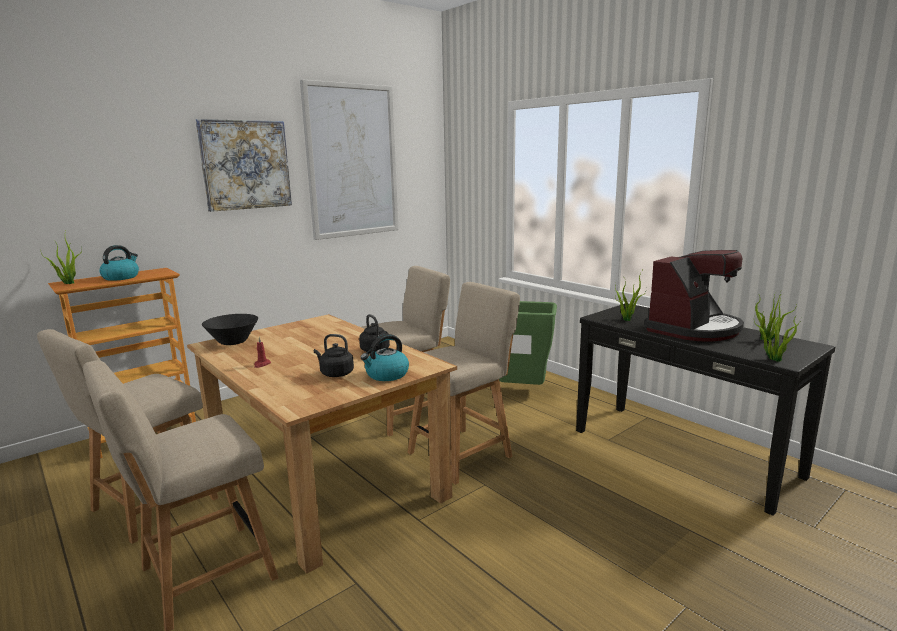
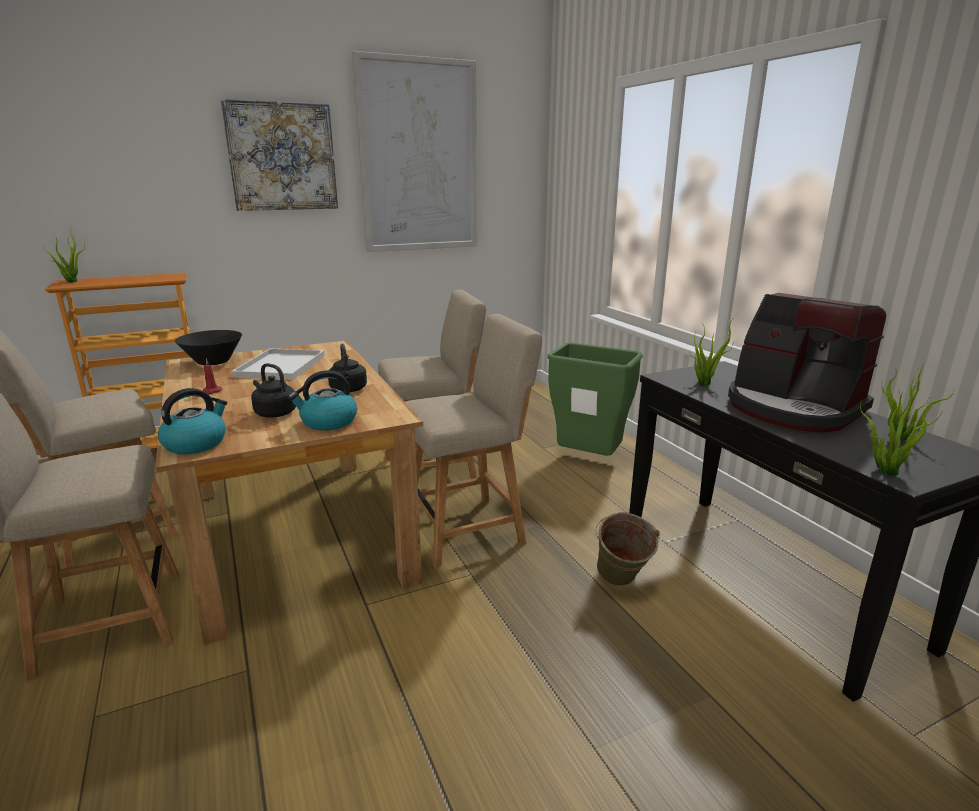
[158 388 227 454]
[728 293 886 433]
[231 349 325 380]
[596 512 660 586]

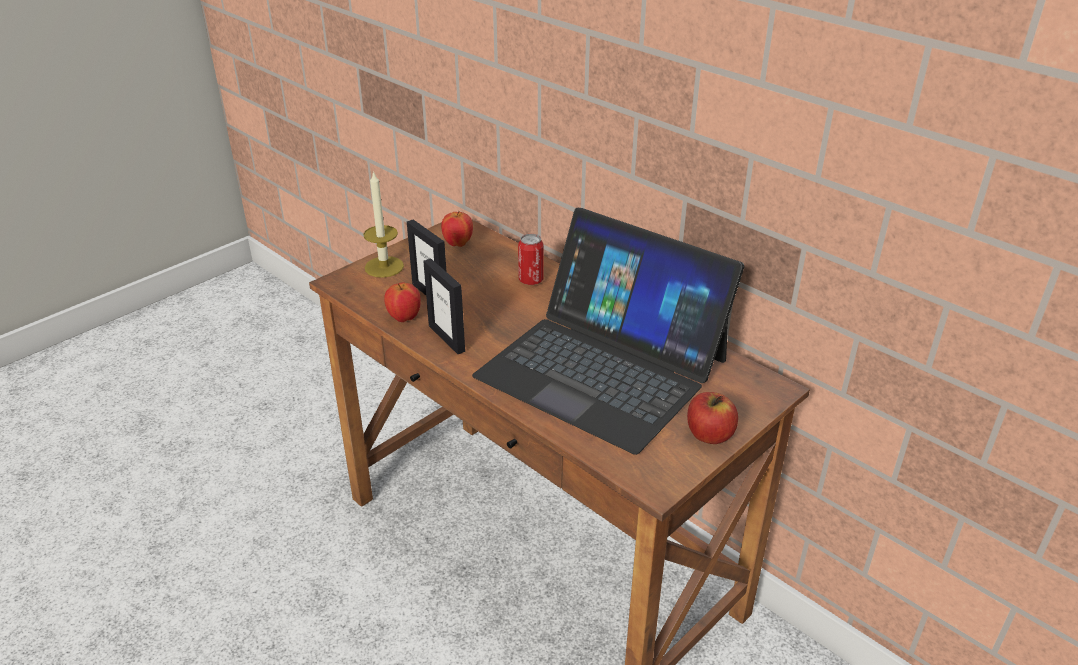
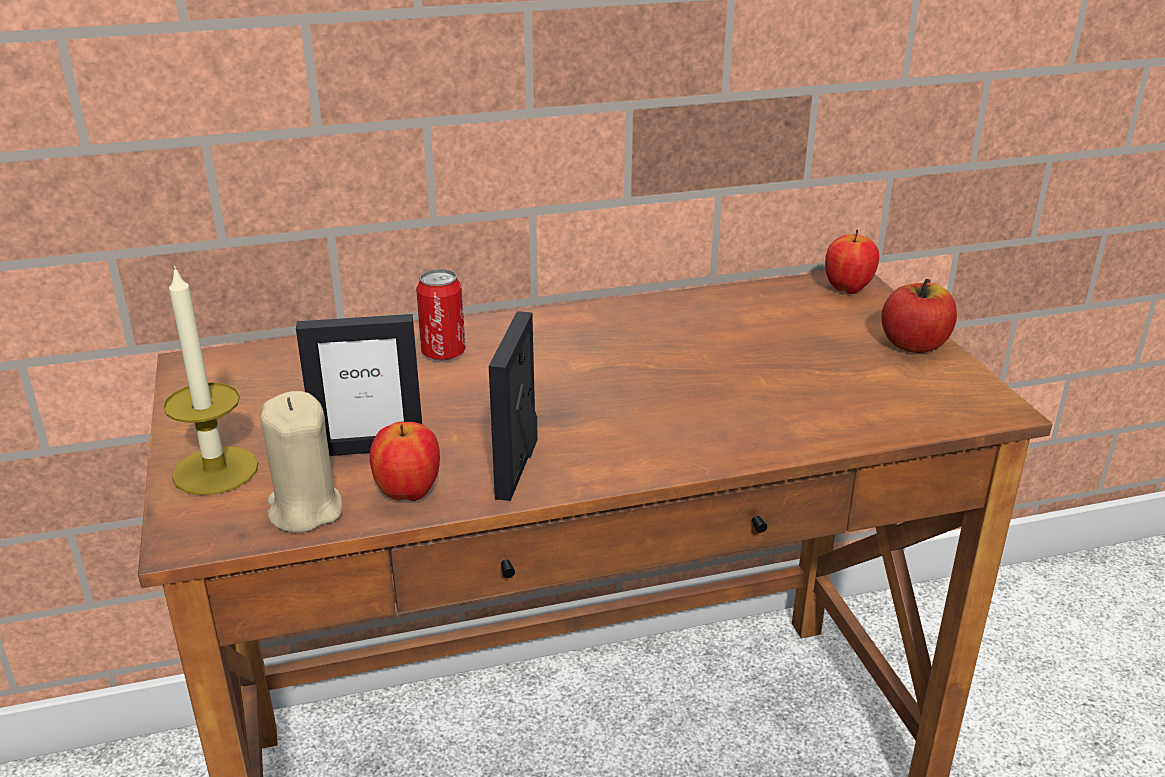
[472 208 744 455] (first image)
[825 230 879 294]
[489 311 537 501]
[260 391 342 532]

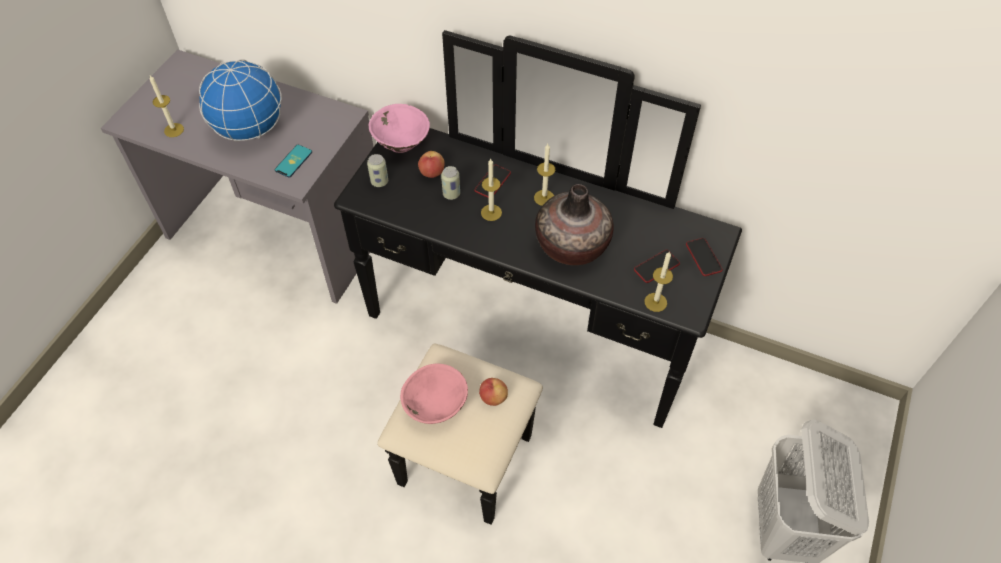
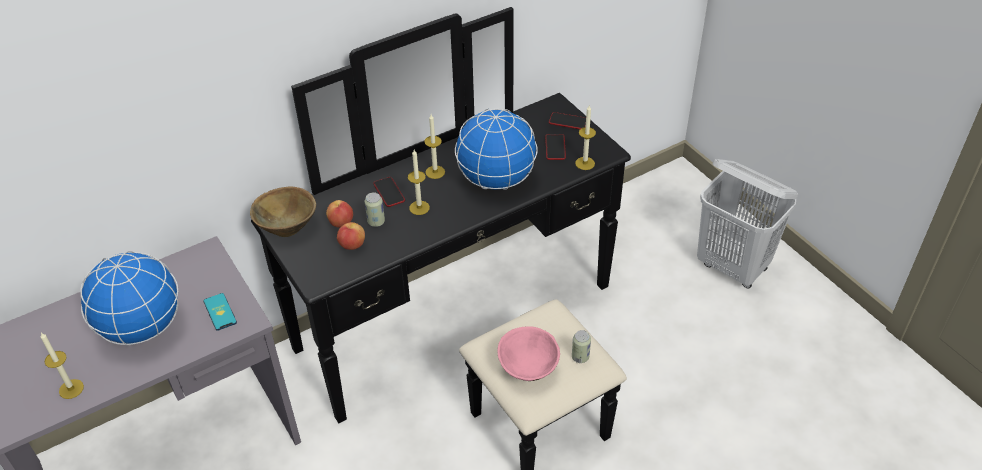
[250 186 316 237]
[572 330 591 363]
[455 109 538 190]
[337 222 365 250]

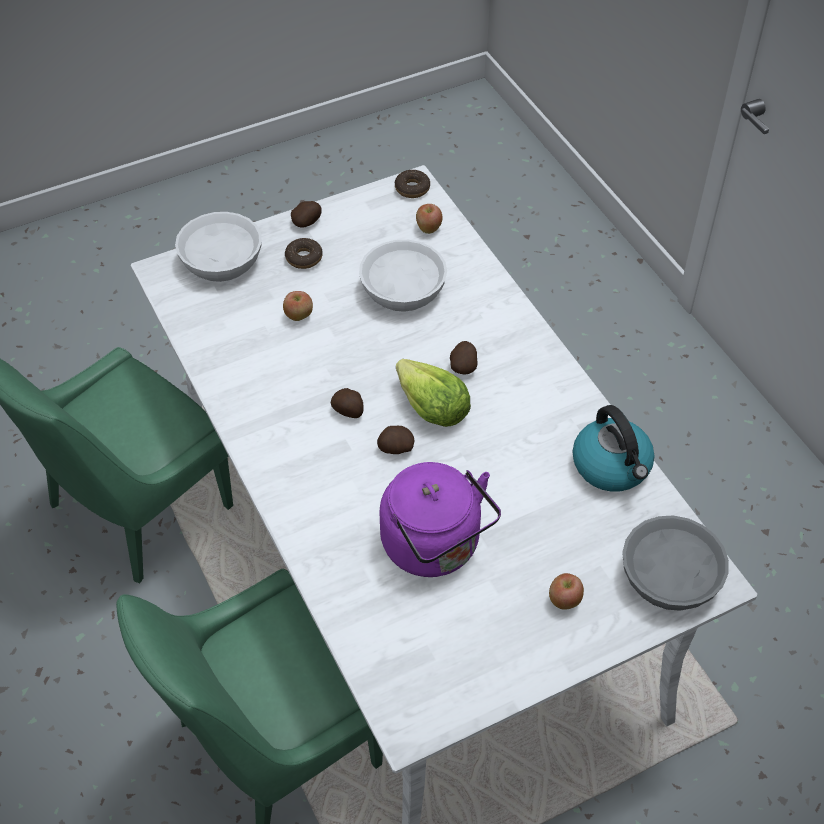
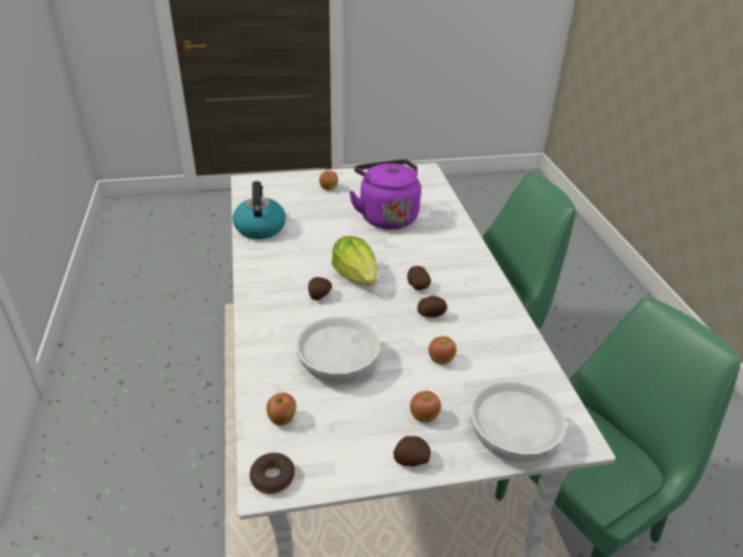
[410 391 441 423]
[417 296 447 317]
[622 516 729 611] (first image)

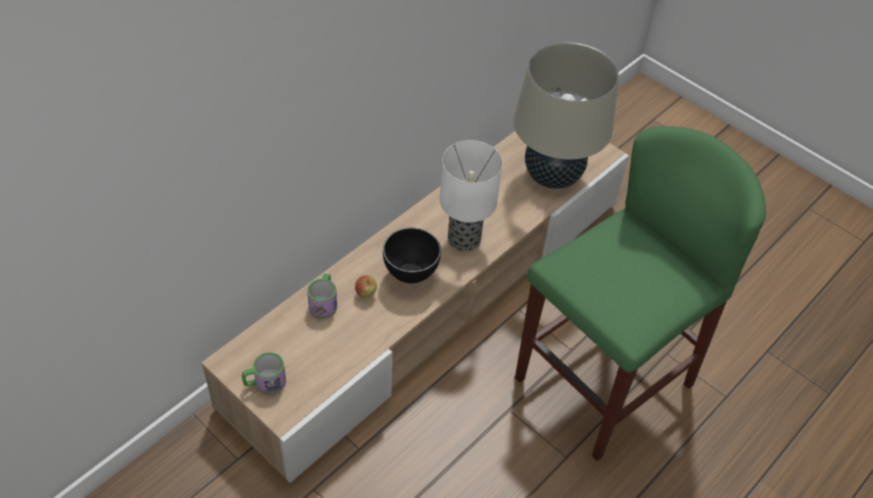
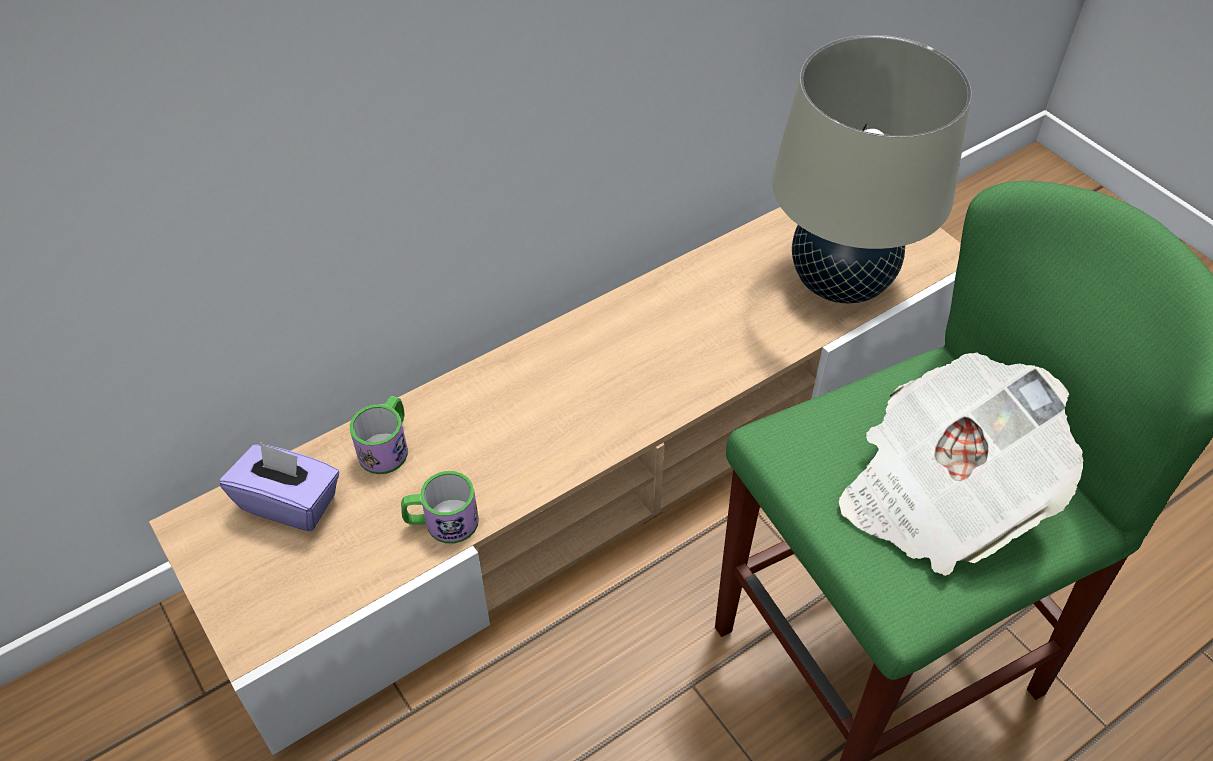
[440 140 503 251] (first image)
[383 228 441 283] (first image)
[355 275 377 298] (first image)
[401 471 479 544]
[839 352 1083 576]
[220 442 339 531]

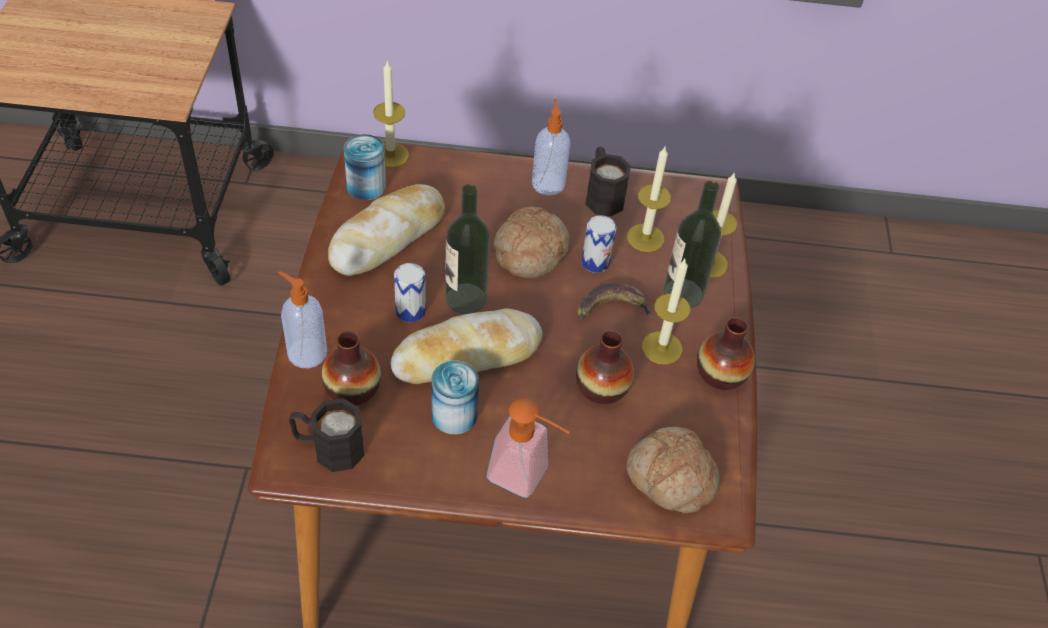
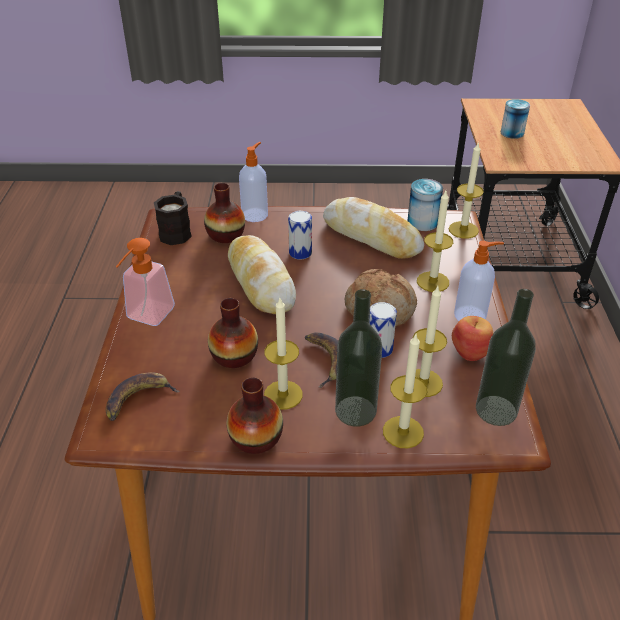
[452 316 493 361]
[476 289 536 426]
[501 99 530 139]
[106 372 180 421]
[417 191 453 292]

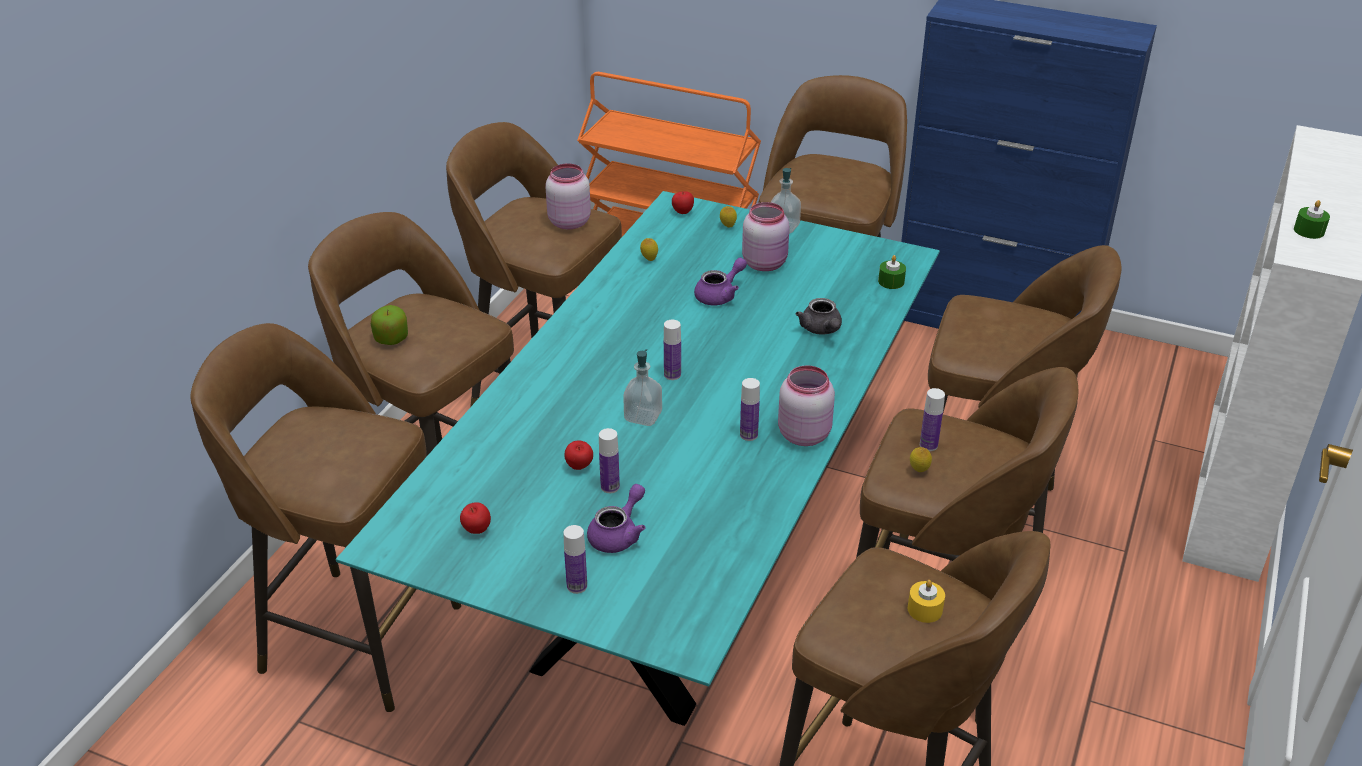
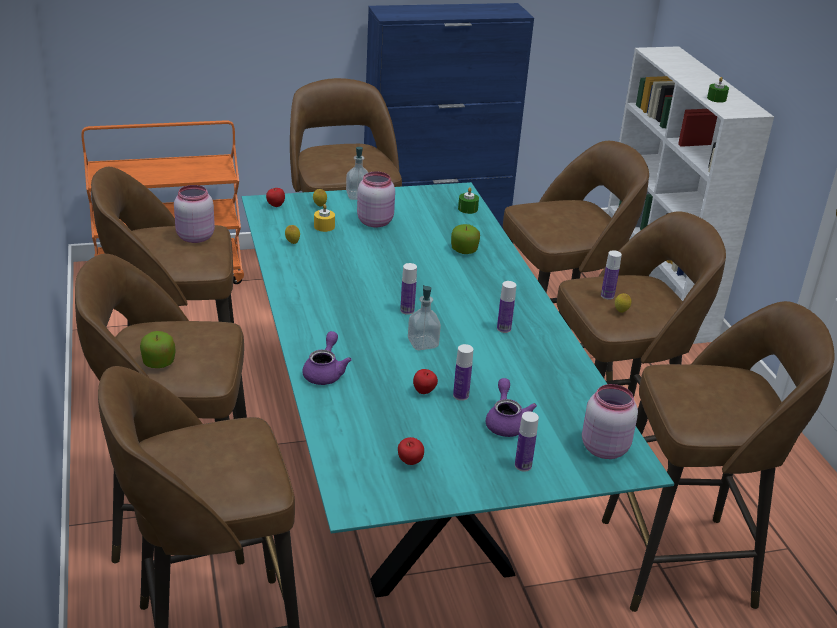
[302 331 352 385]
[451 224 480 254]
[582 384 638 459]
[314 204 335 232]

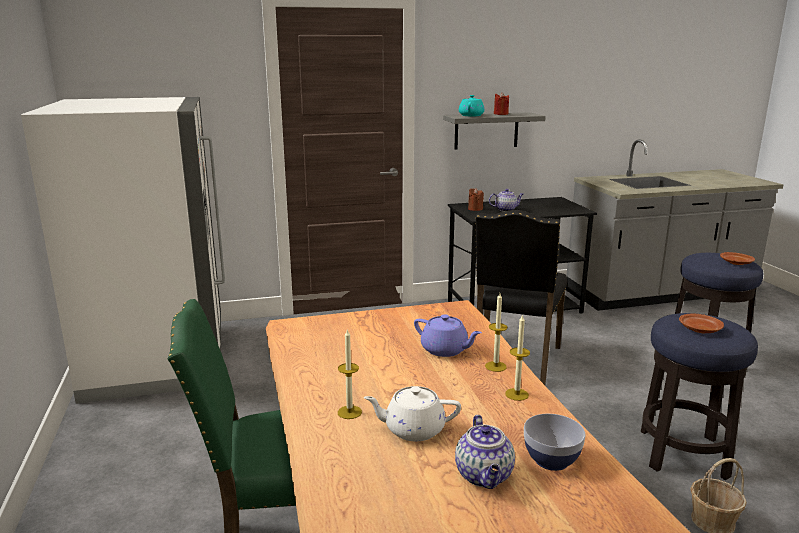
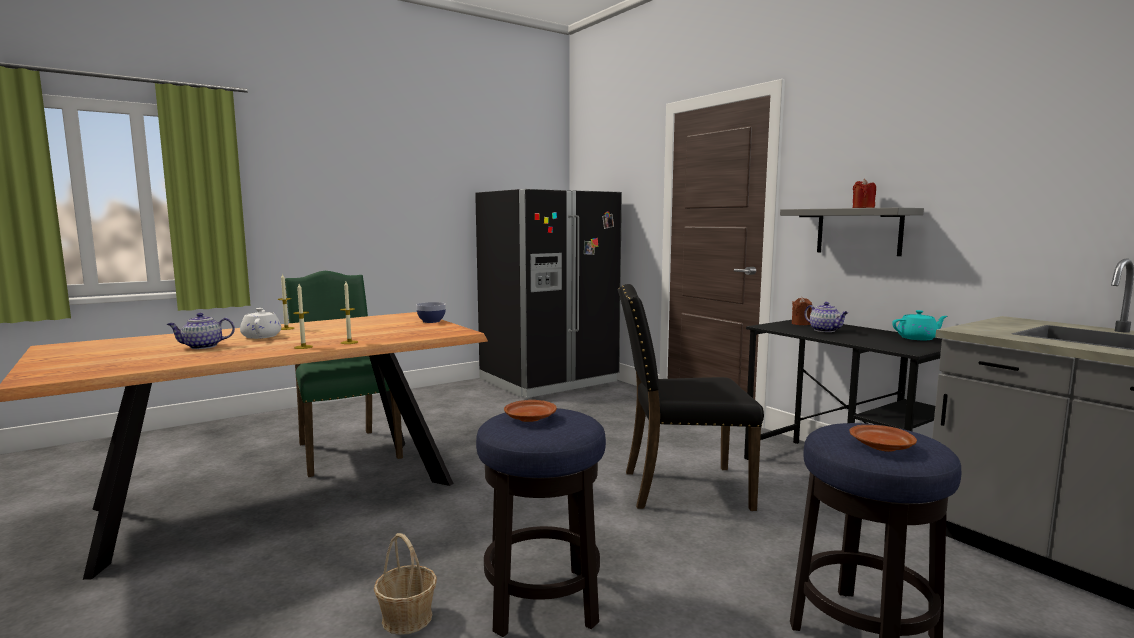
[892 310 947 340]
[475 189 622 398]
[414 314 482 357] (first image)
[416 302 446 323]

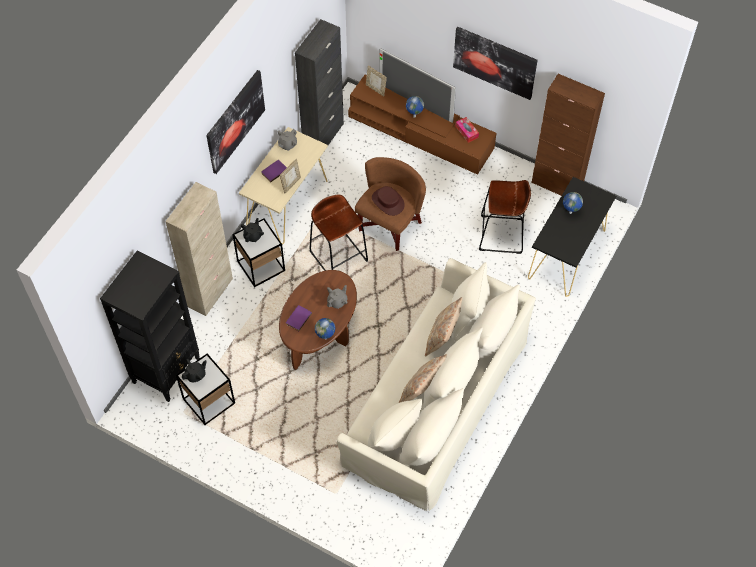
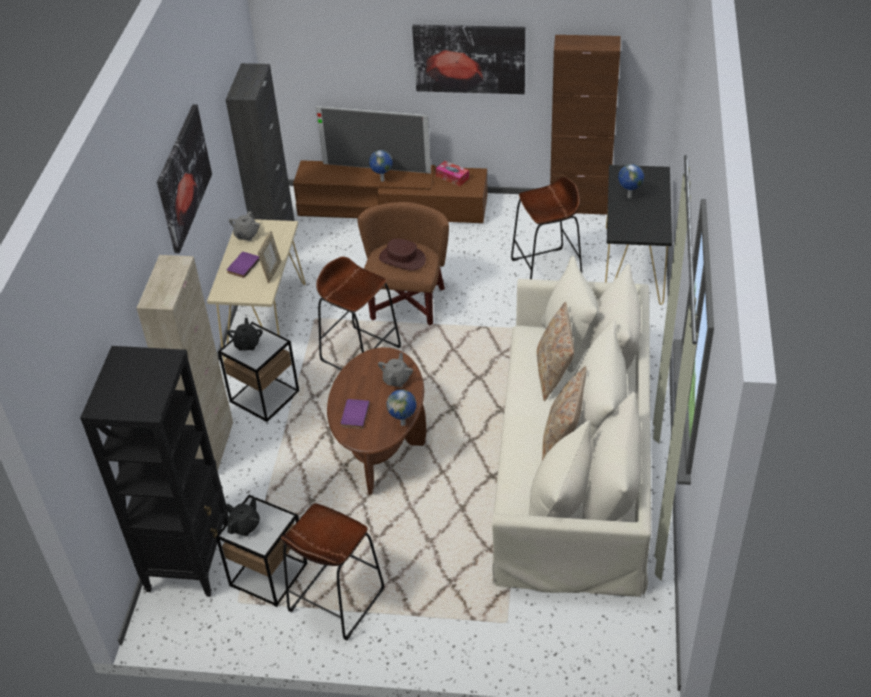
[366 65 387 97] (first image)
[281 503 385 640]

